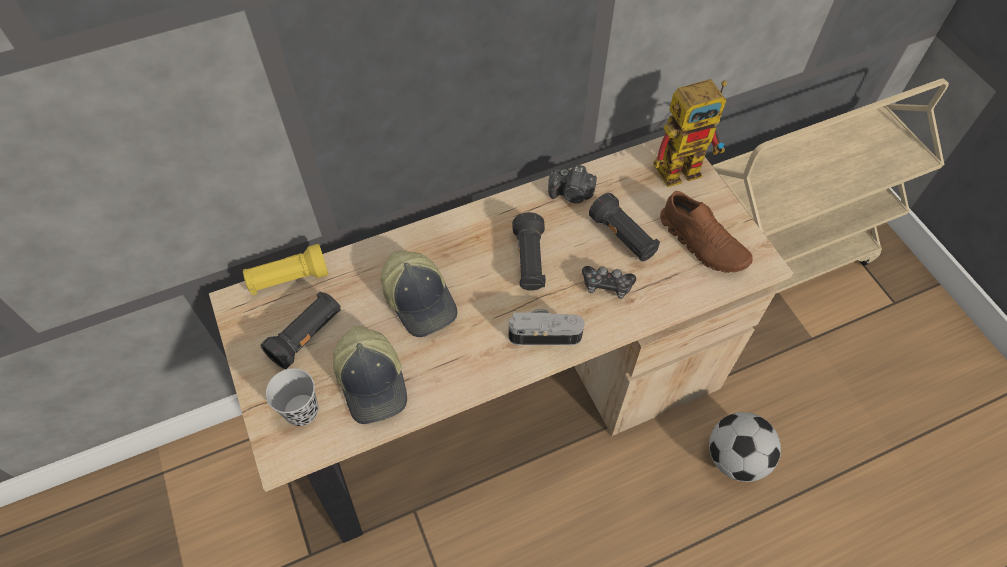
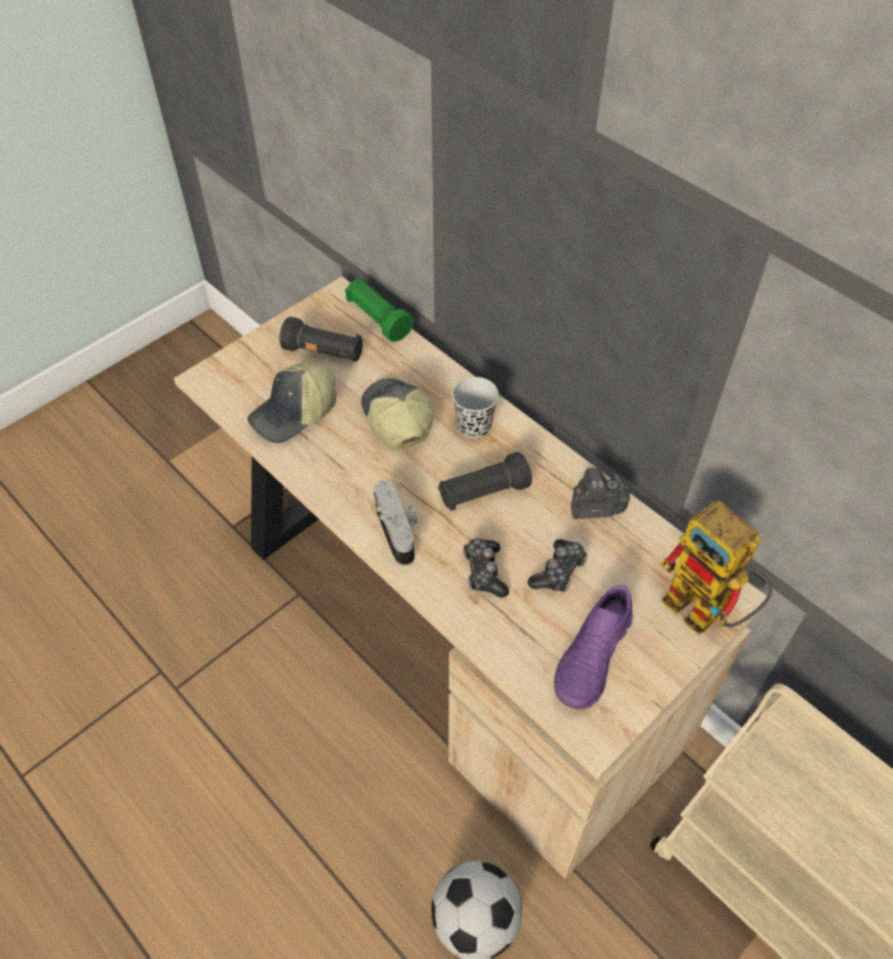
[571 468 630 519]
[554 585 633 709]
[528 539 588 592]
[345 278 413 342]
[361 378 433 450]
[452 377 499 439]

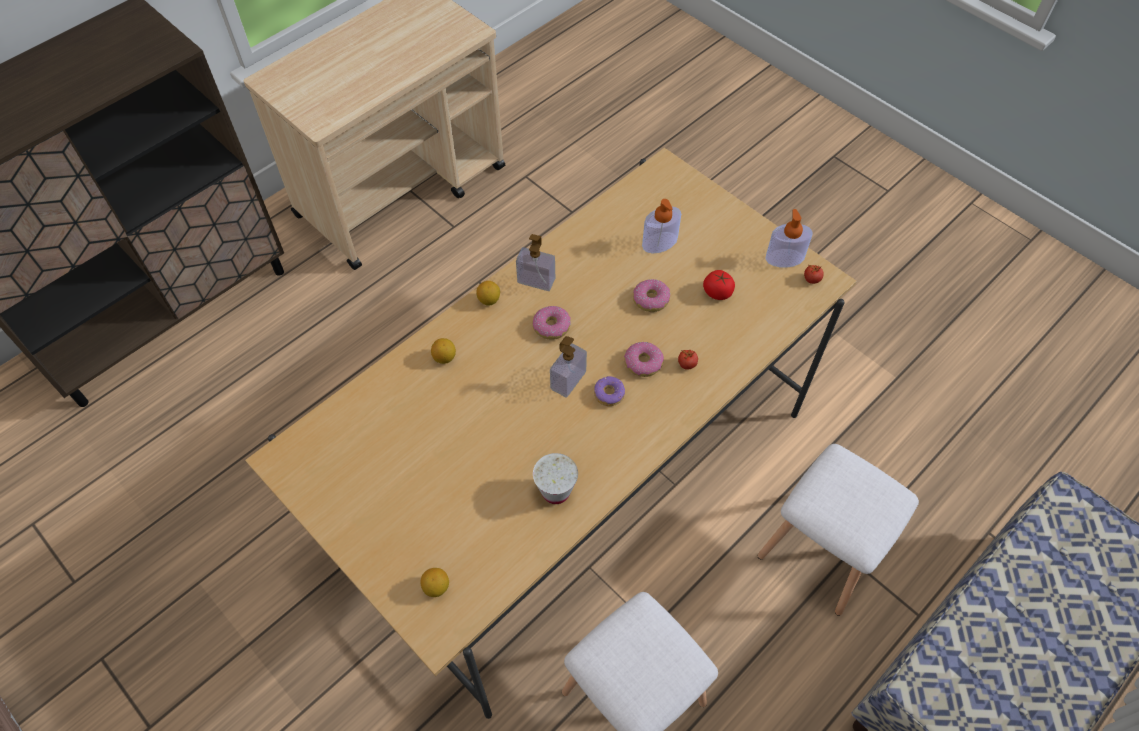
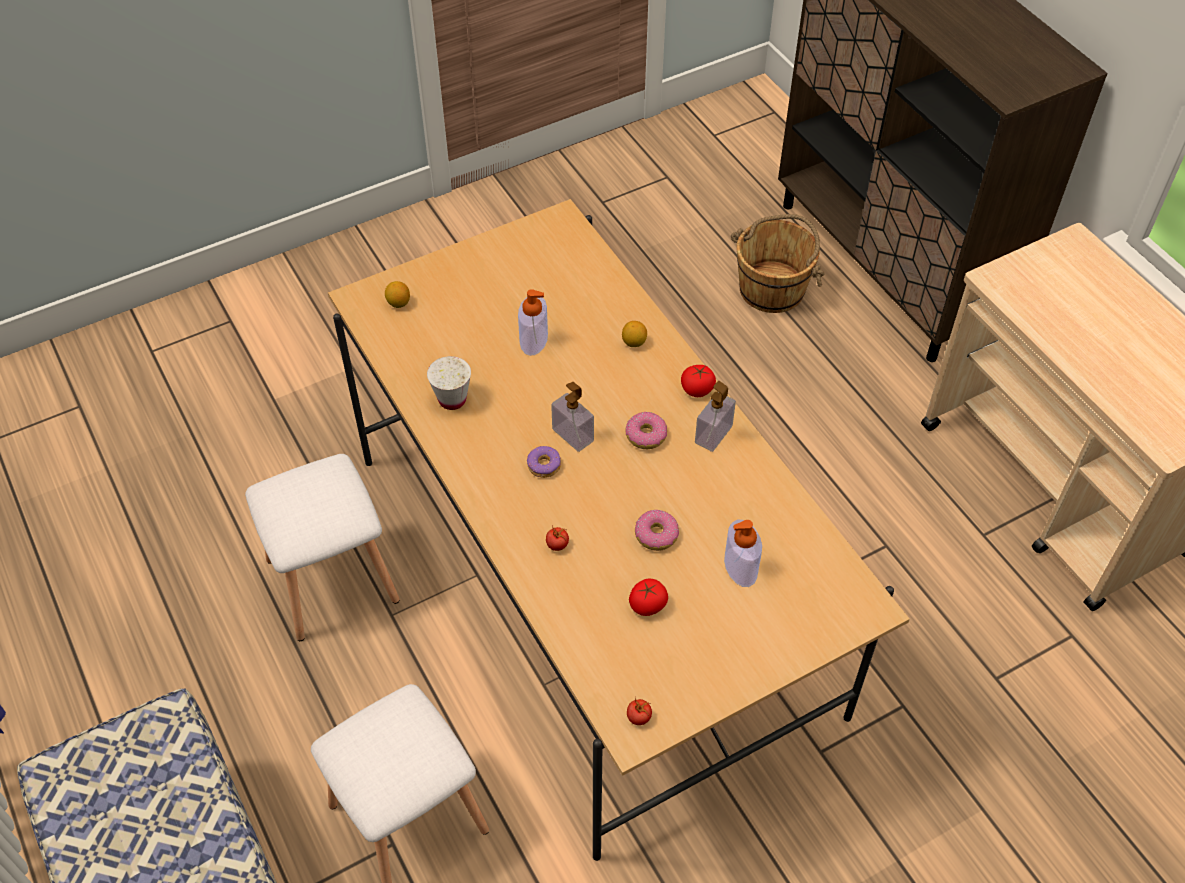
[518 289 548 356]
[681 365 716 397]
[624 342 664 377] (first image)
[731 214 825 313]

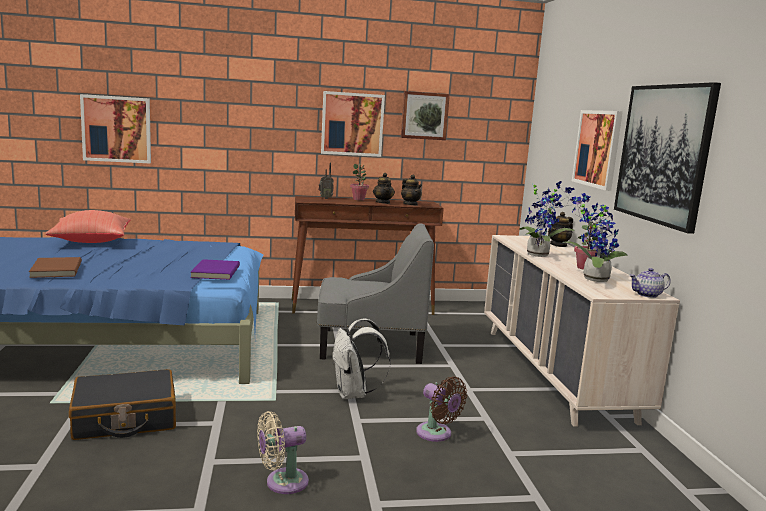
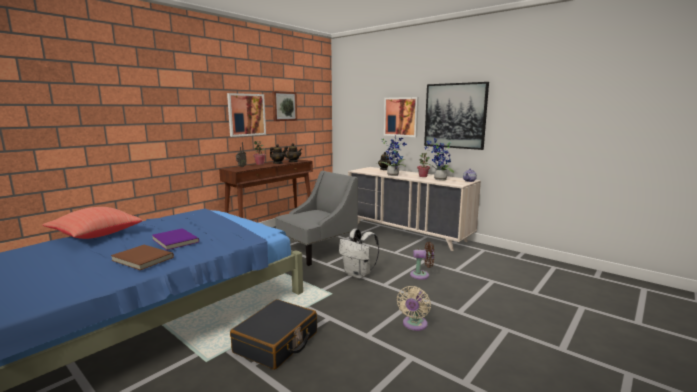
[80 94 151 163] (first image)
[152 228 199 250]

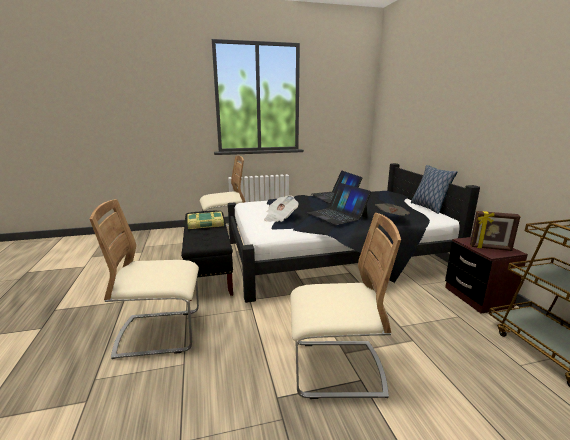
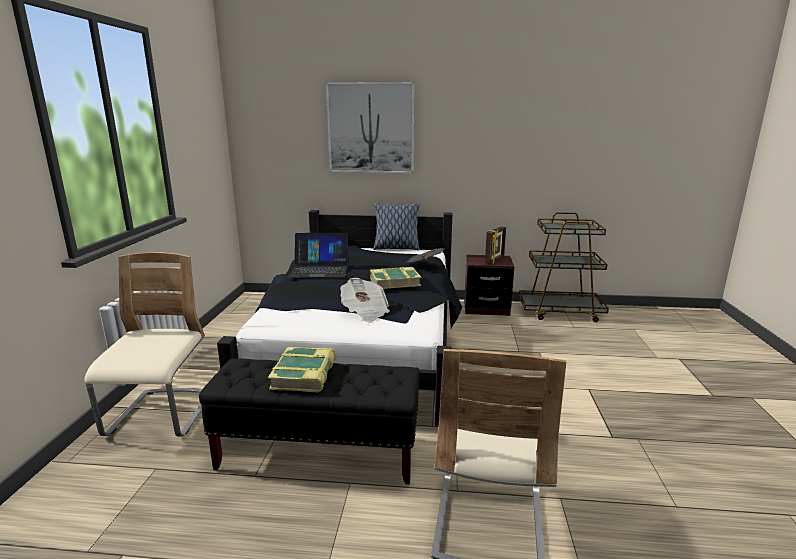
[370 267 421 289]
[290 213 401 399] (first image)
[326 82 414 173]

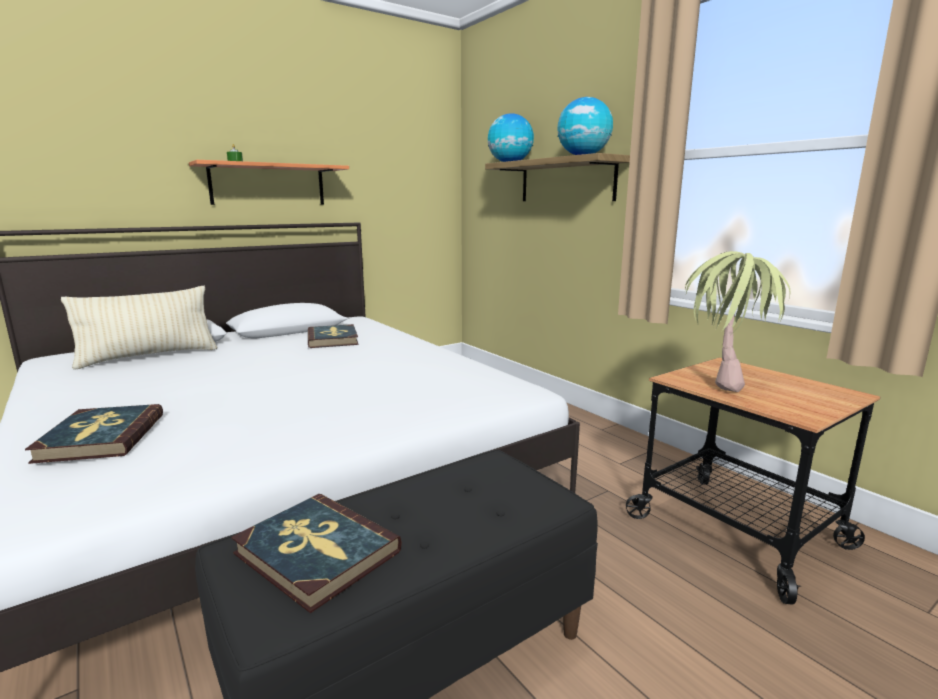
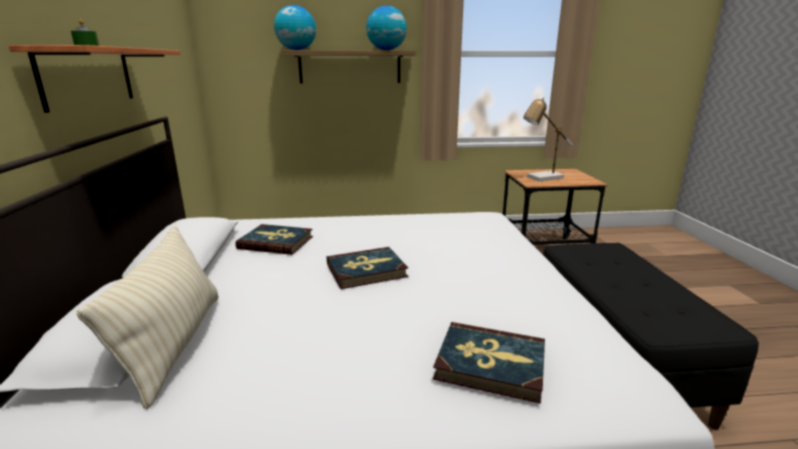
[523 97 572 181]
[327 247 408 289]

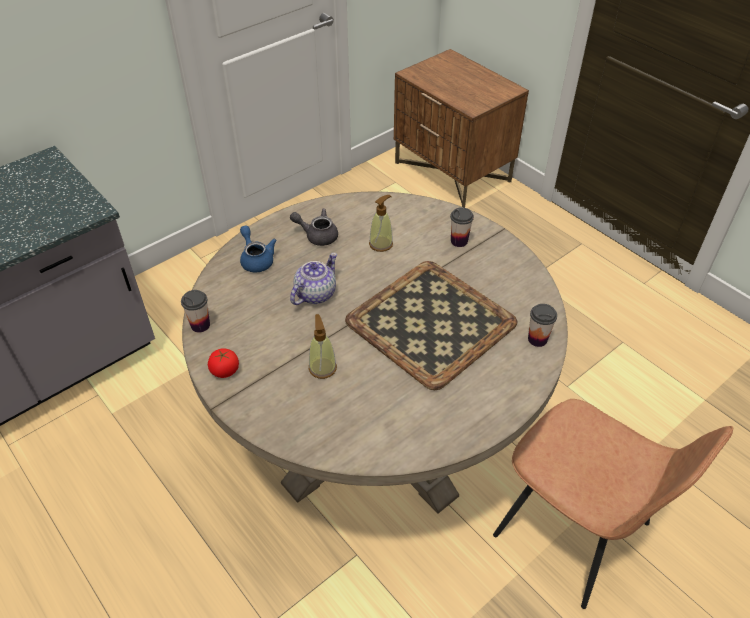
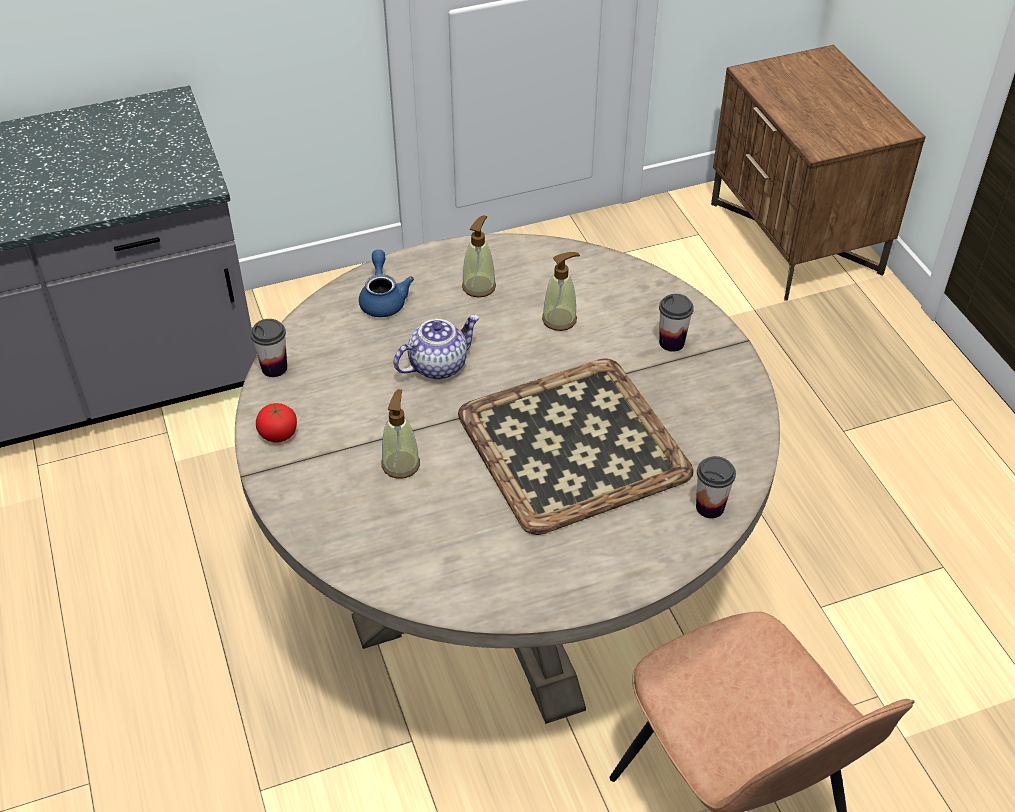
[462 215 496 297]

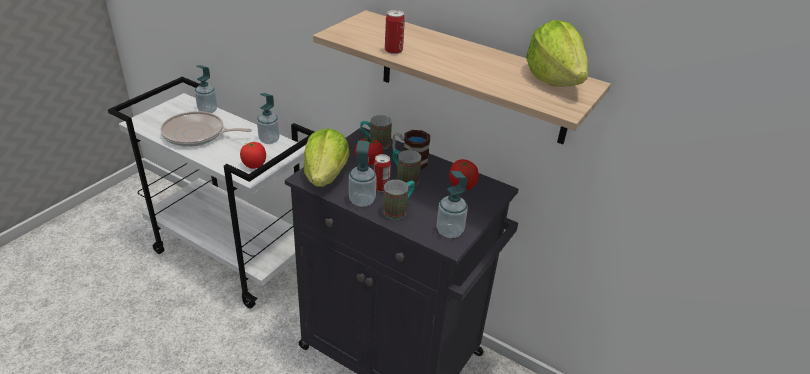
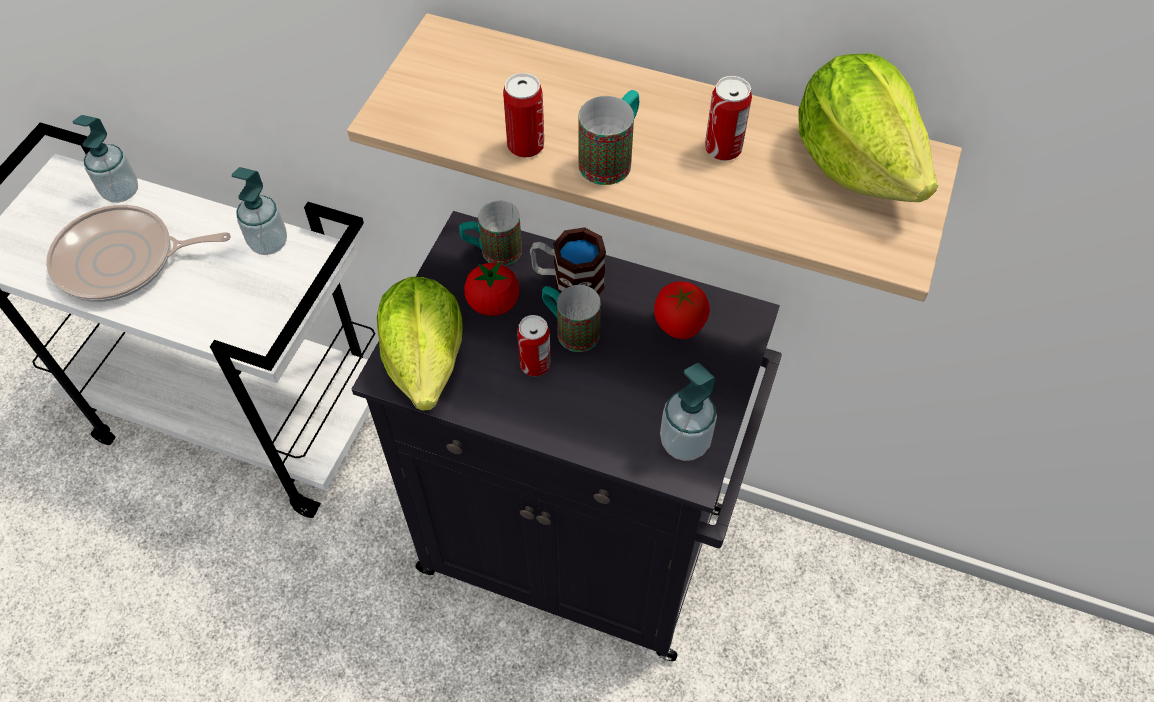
[240 141 266 169] (first image)
[349 141 377 207] (first image)
[578 90 639 185]
[705 76 752 161]

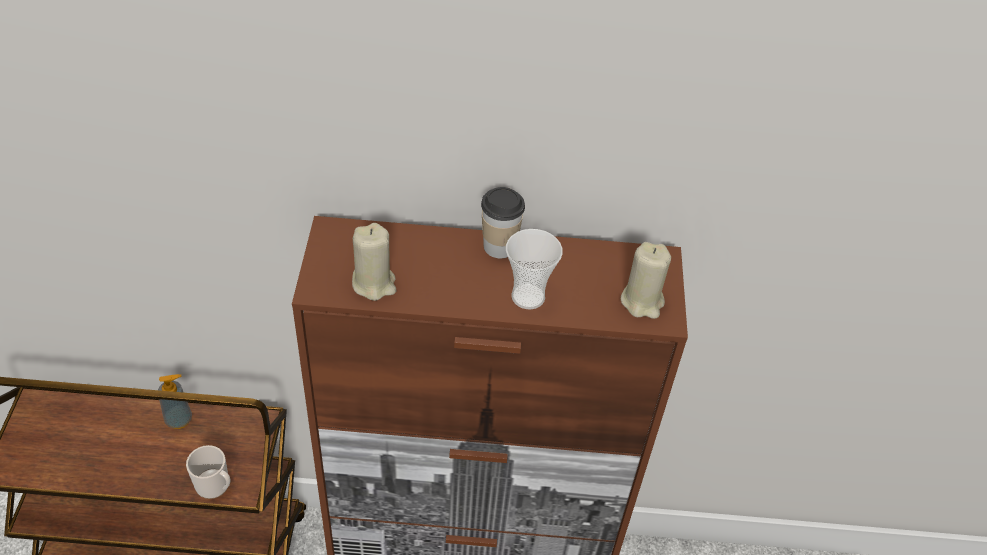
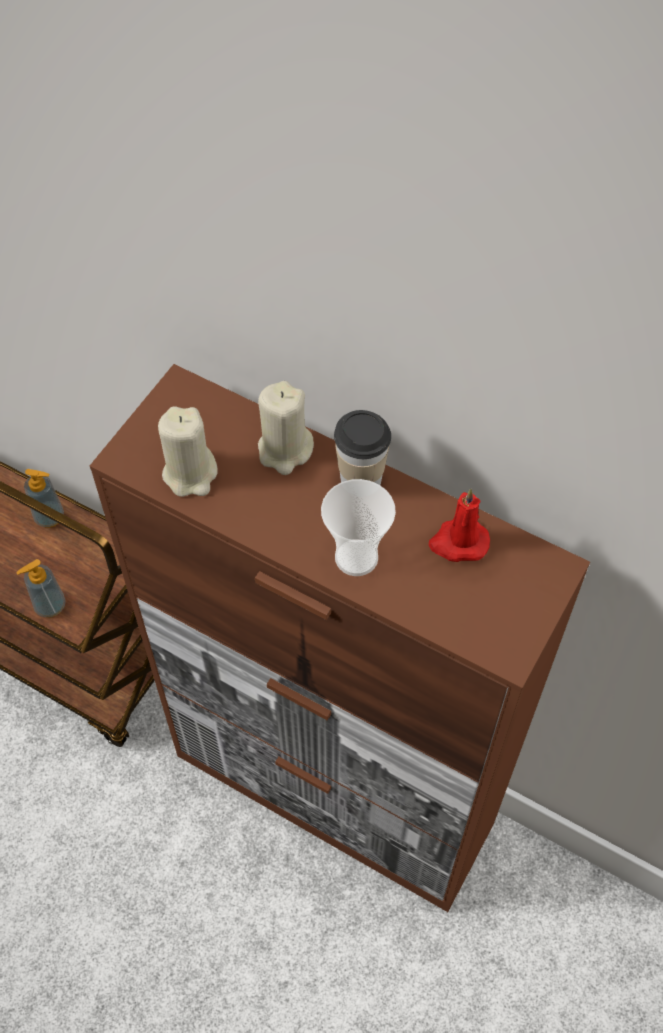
[258 381 314 475]
[16 559 66 617]
[428 489 490 562]

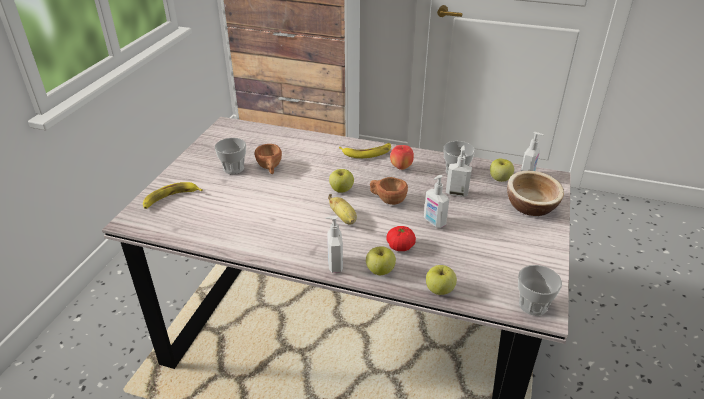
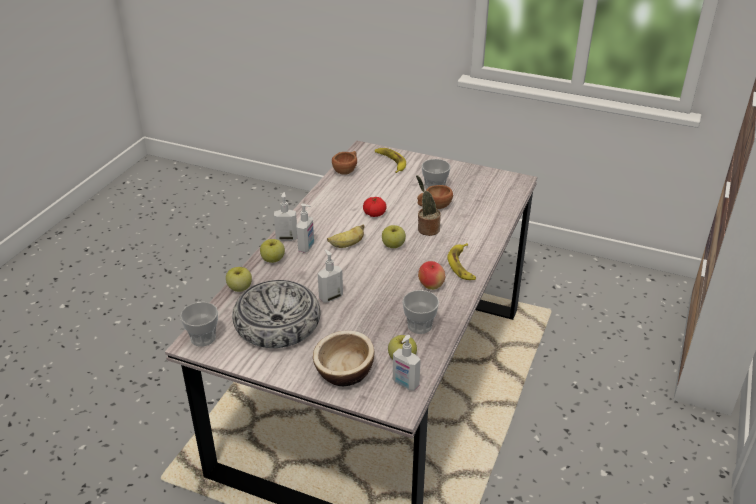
[296 203 314 253]
[332 151 357 175]
[363 197 386 217]
[416 175 441 236]
[232 280 321 348]

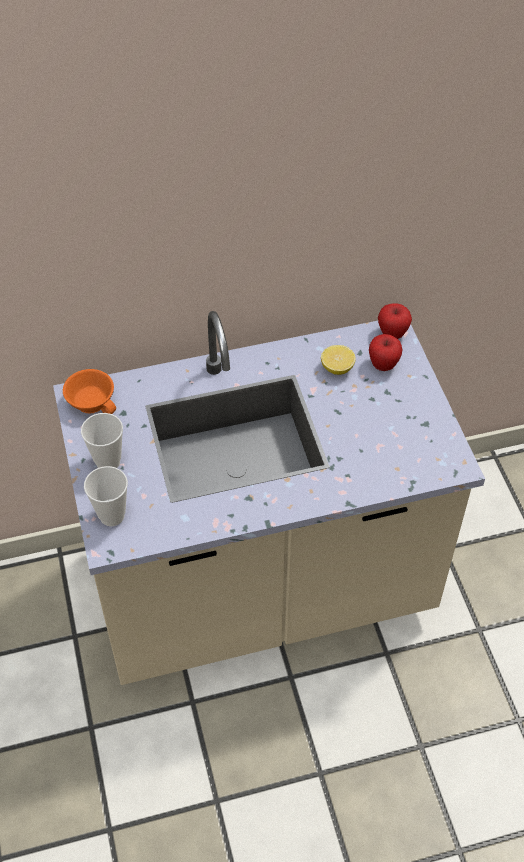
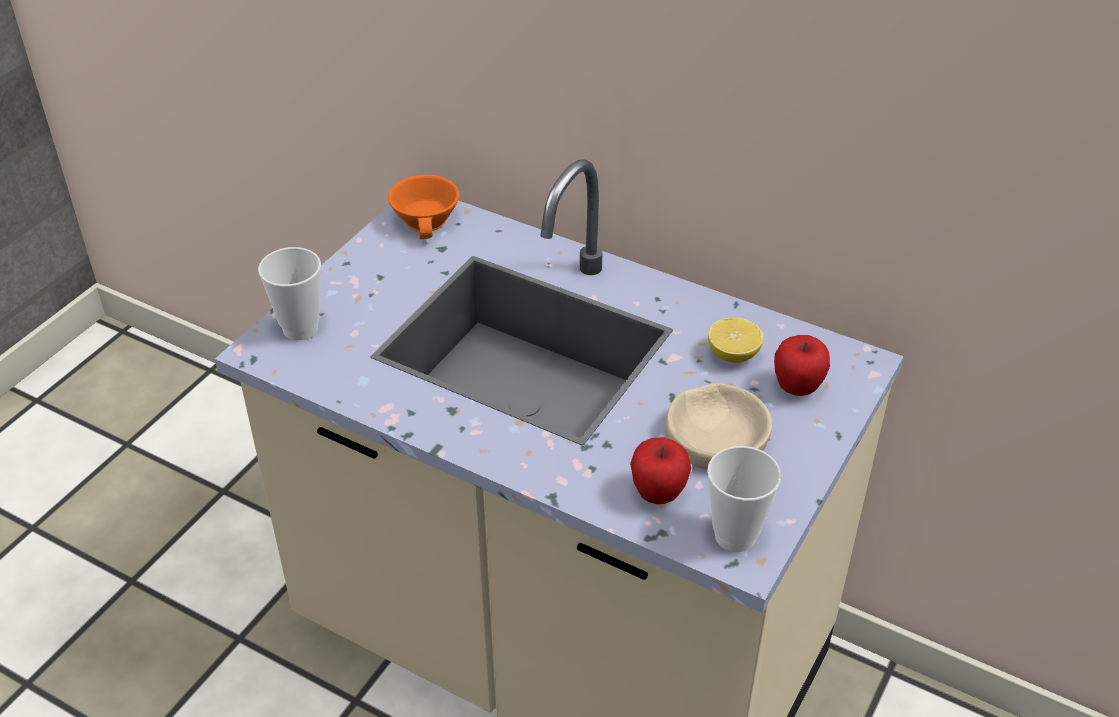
[630 437 691 504]
[707 446 781 552]
[666 383 772 470]

